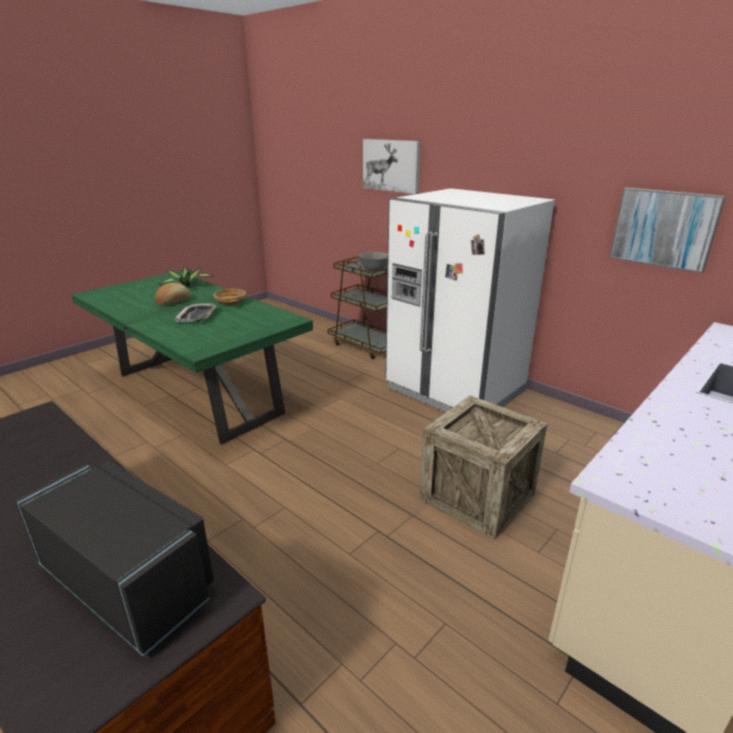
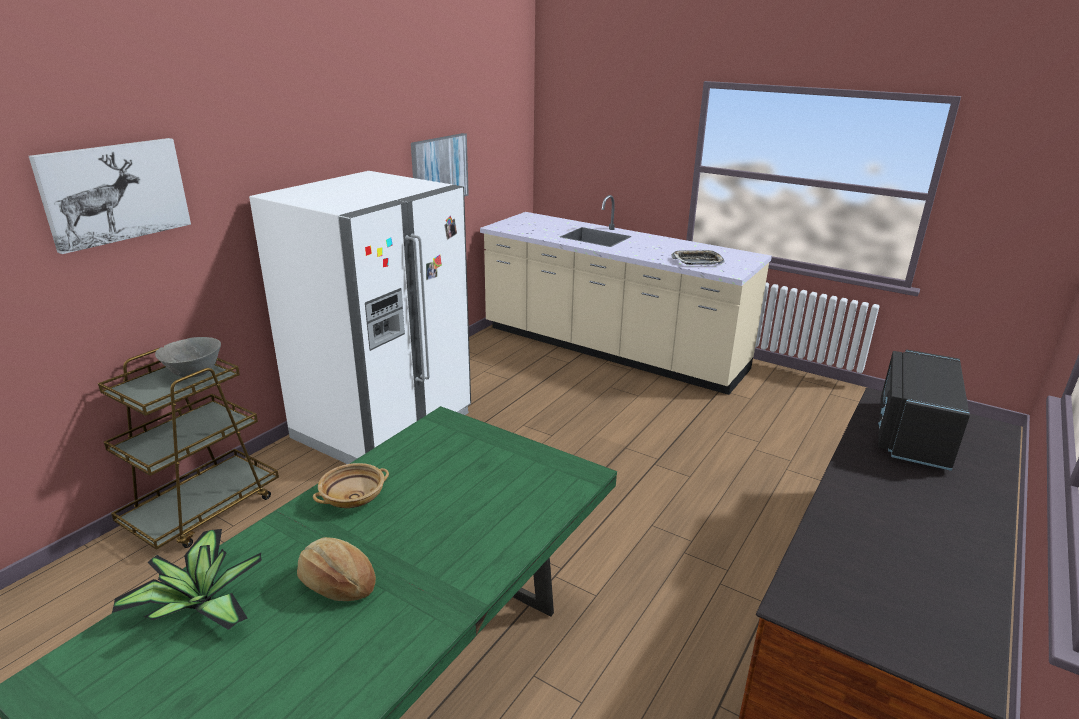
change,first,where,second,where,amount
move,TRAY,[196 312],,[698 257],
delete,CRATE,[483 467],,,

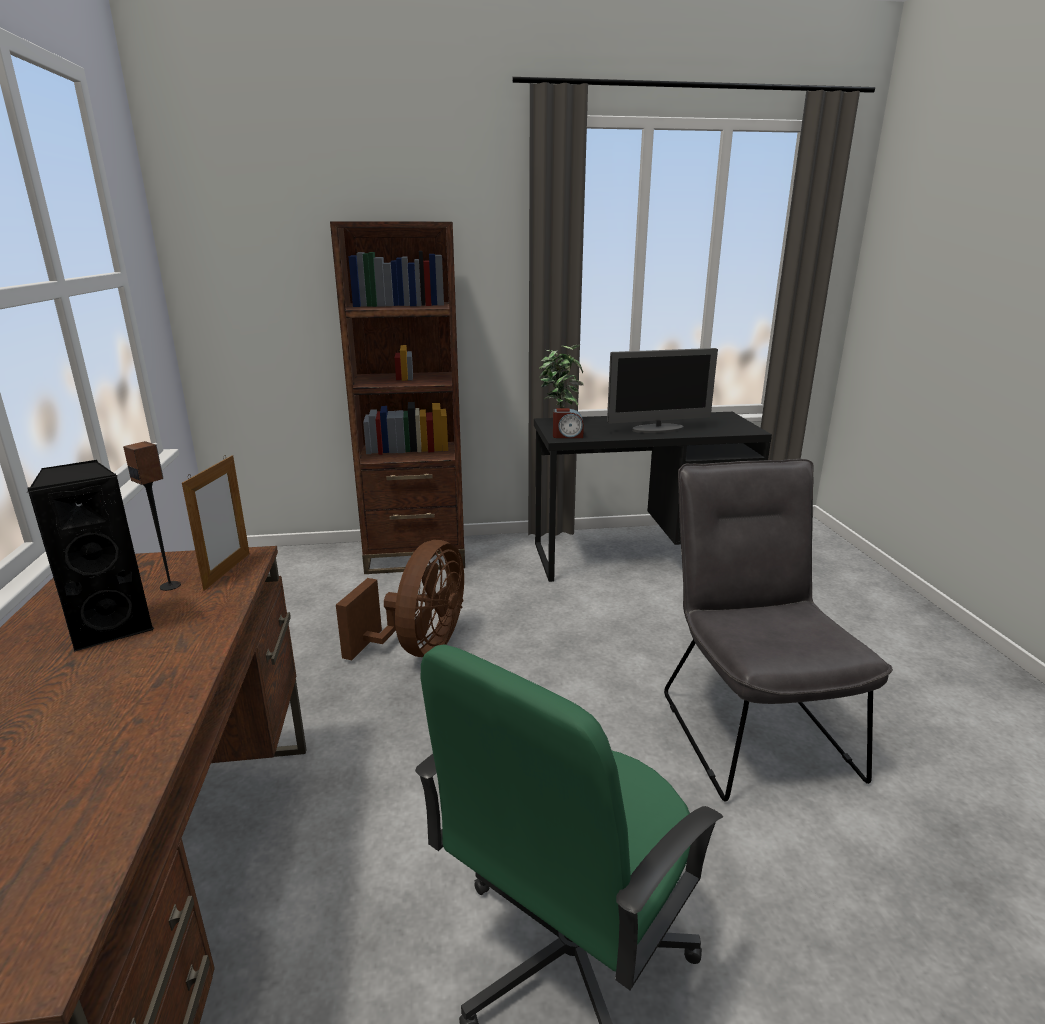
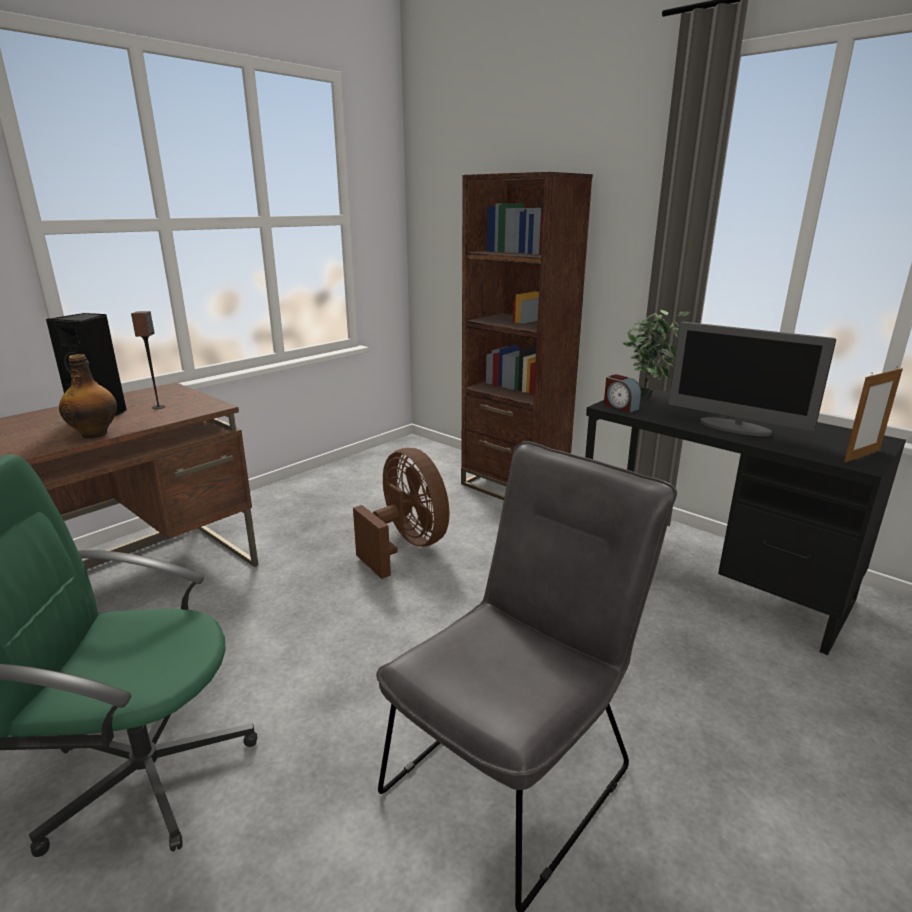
change,first,where,second,where,amount
insert,,,BOTTLE,[88 396],
rotate,BROWN FAN,[400 600],,[401 513],105 degrees counterclockwise
move,PICTURE FRAME,[216 523],,[873 414],

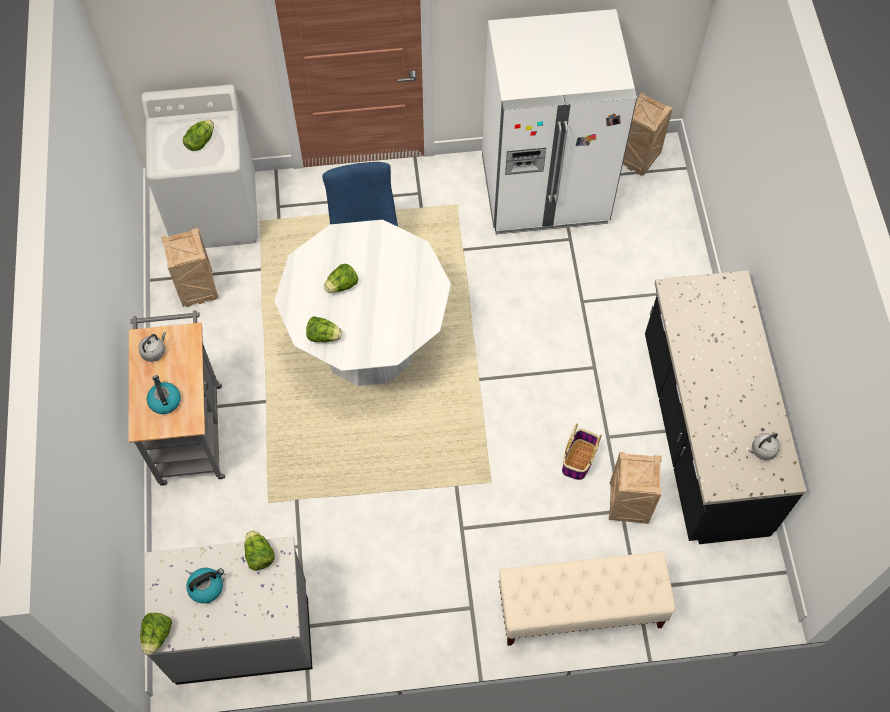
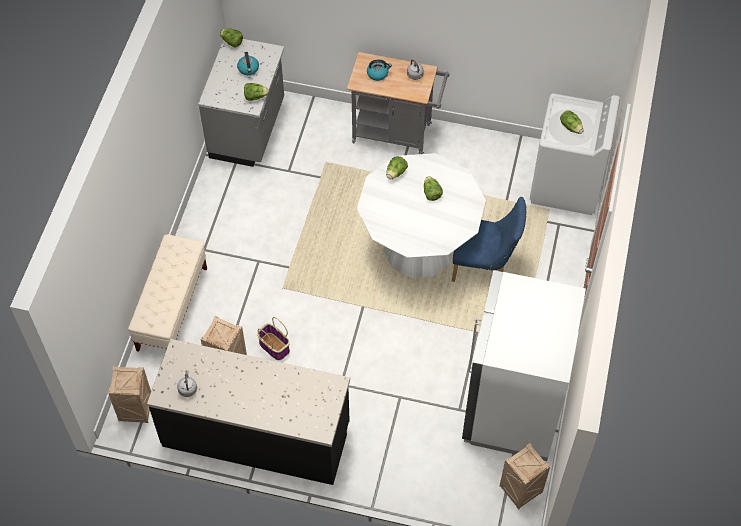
change,first,where,second,where,amount
move,CRATE,[190 267],,[129 394],

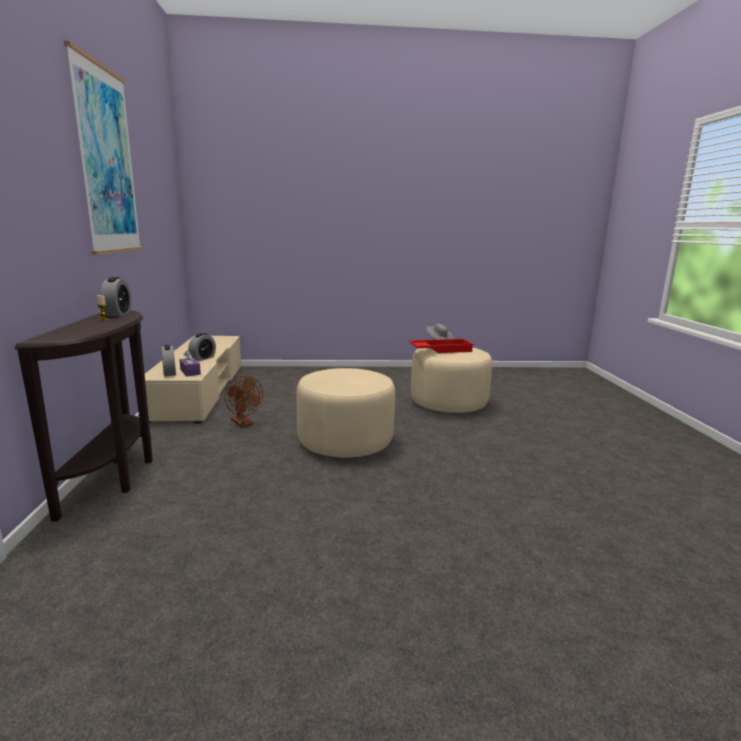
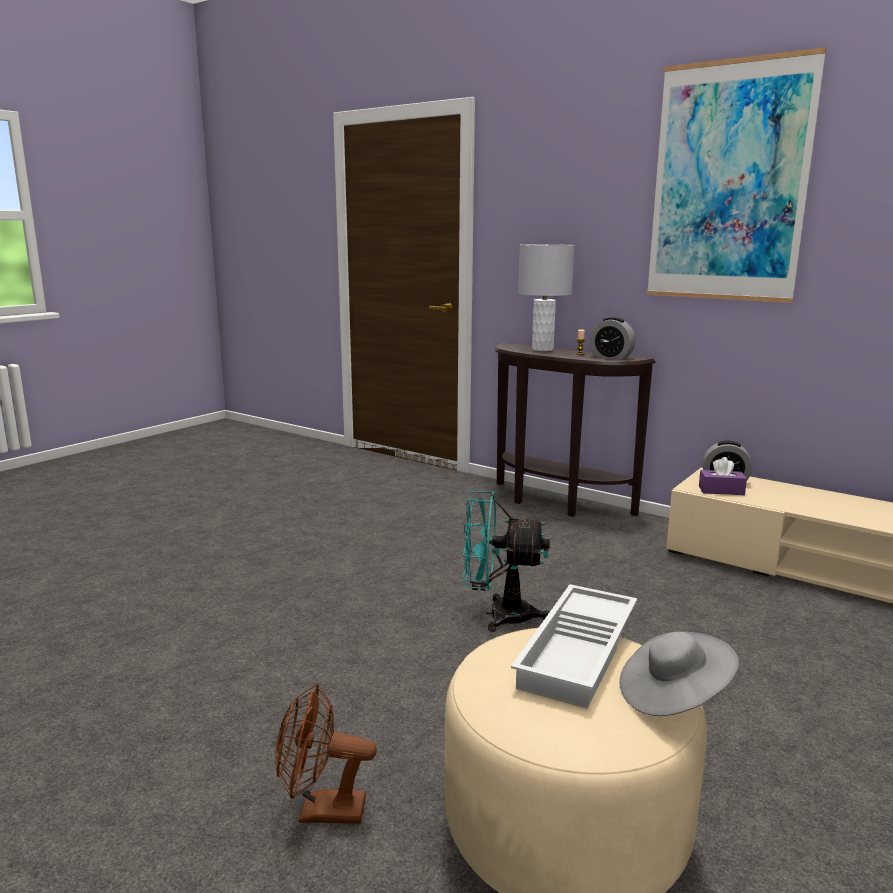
change,first,where,second,where,amount
move,BROWN FAN,[244 401],,[326 753],
replace,BEIGE OTTOMAN,[346 412],TURQUOISE FAN,[506 561],
recolor,RED TRAY,[441 346],WHITE TRAY,[574 646],
insert,,,GREY TABLE LAMP,[546 297],
delete,ALARM CLOCK,[202 347],,,

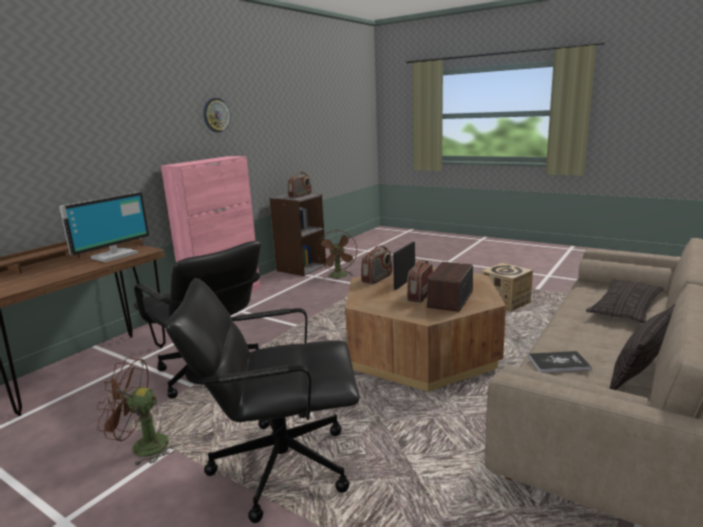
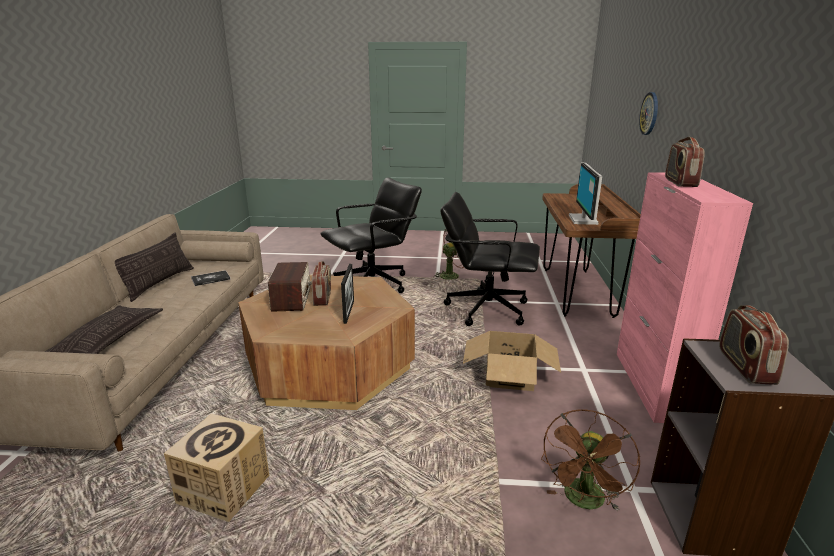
change,first,where,second,where,amount
insert,,,CARDBOARD BOX,[512 361],
rotate,BROWN FAN,[337 254],,[590 460],120 degrees counterclockwise
move,WALL CLOCK,[217 115],,[648 113],
move,RADIO,[376 265],,[685 162],

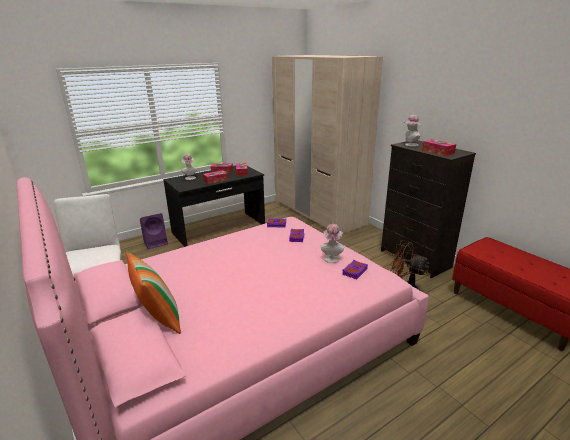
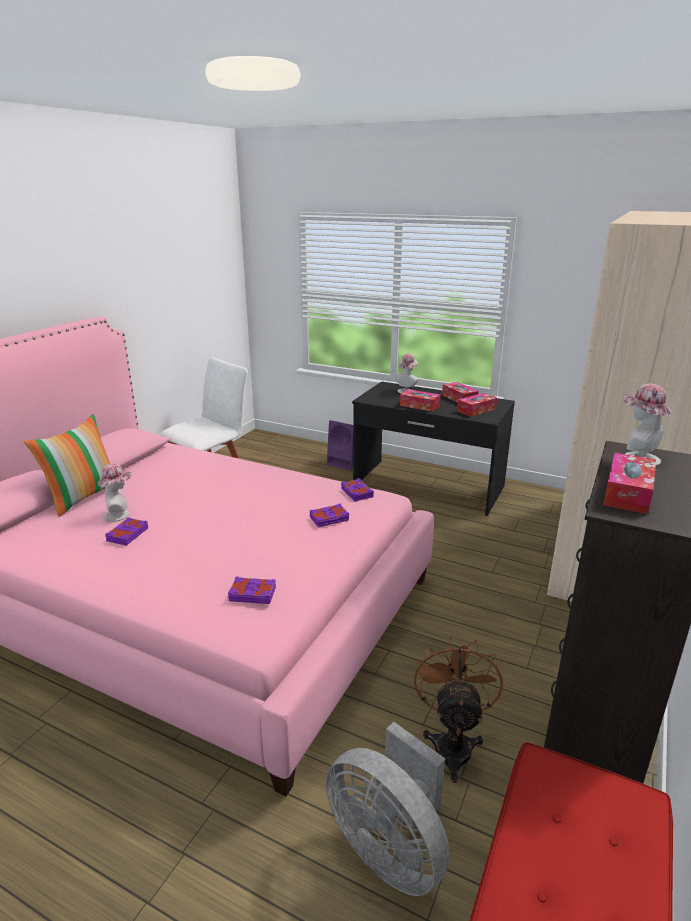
change,first,where,second,where,amount
move,HAT,[332 243],,[115 492],
insert,,,PURPLE BOOK,[126 531],
insert,,,GREY FAN,[388 809],

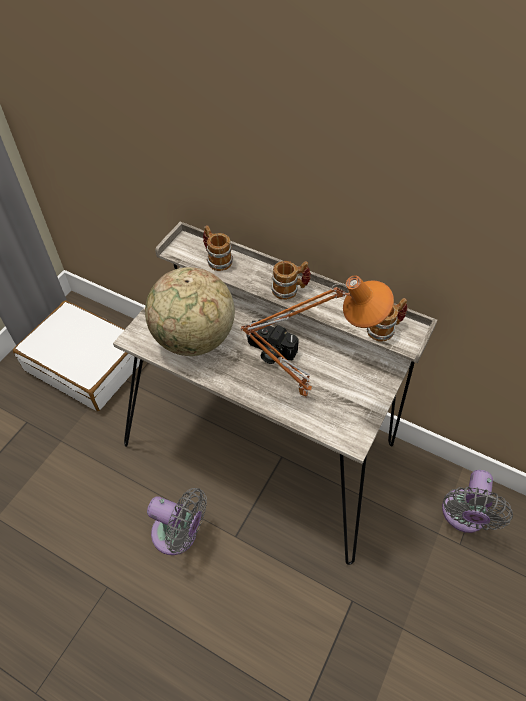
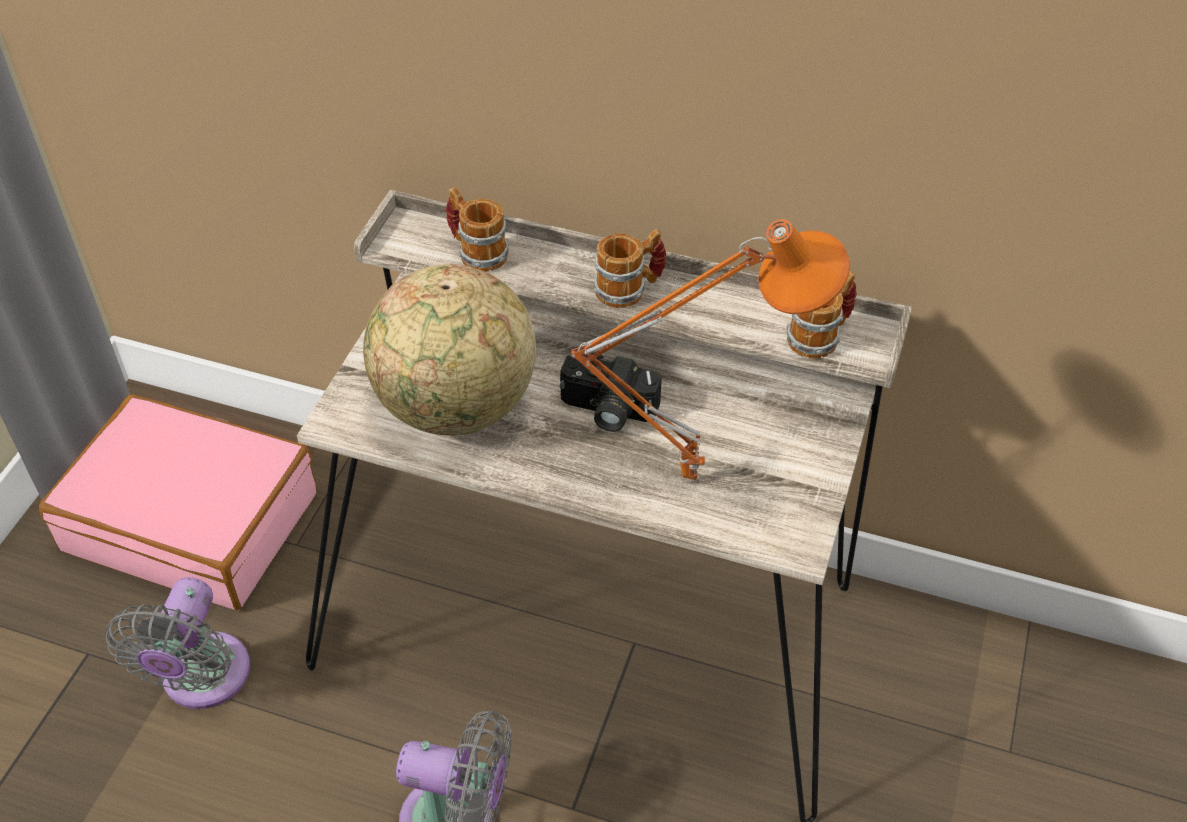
change,first,where,second,where,amount
recolor,WHITE SUITCASE,[76 356],PINK SUITCASE,[178 502],
move,GREY FAN,[477 501],,[178 643],

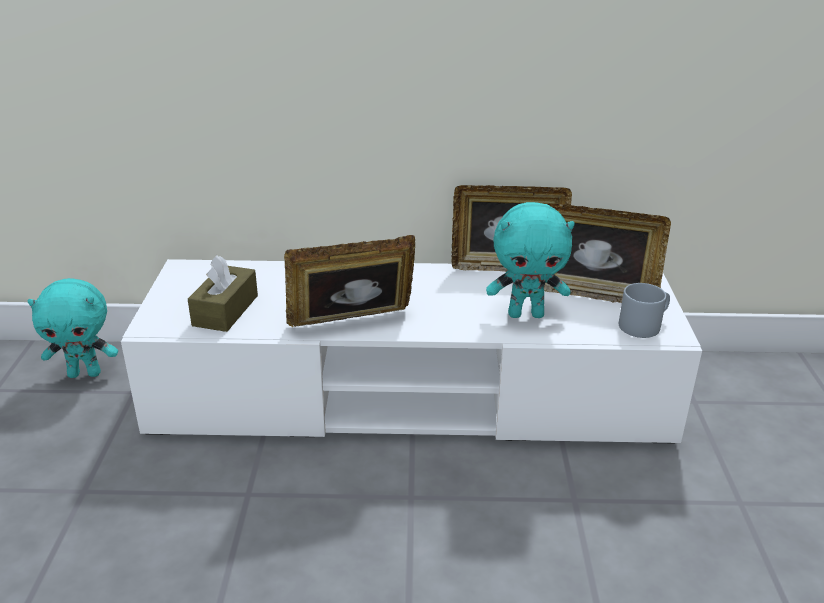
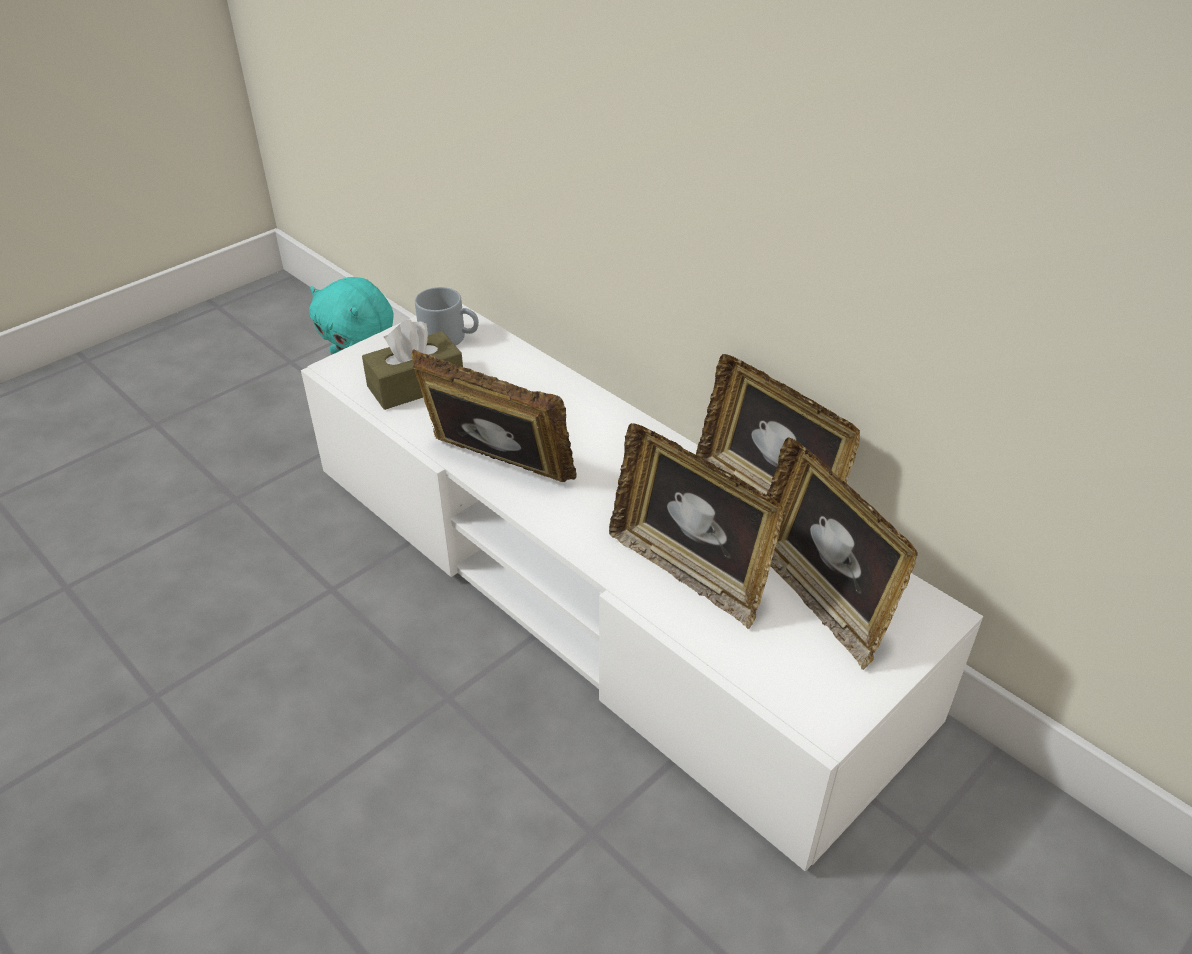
change,first,where,second,where,amount
move,GREY MUG,[644 310],,[447 316],
replace,TURQUOISE PLUSH TOY,[530 260],PICTURE FRAME,[696 526],

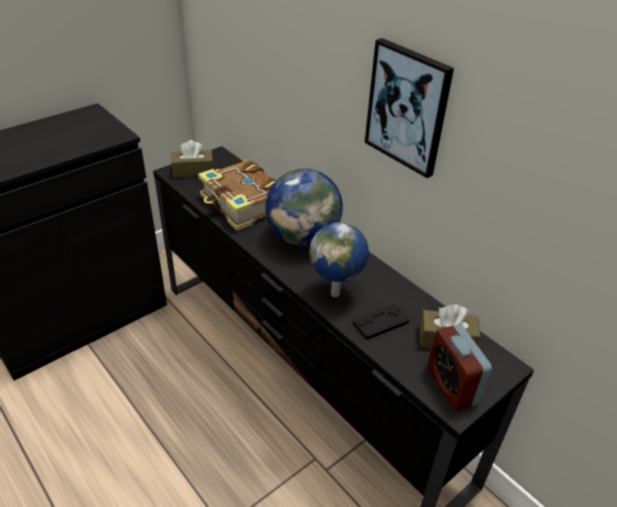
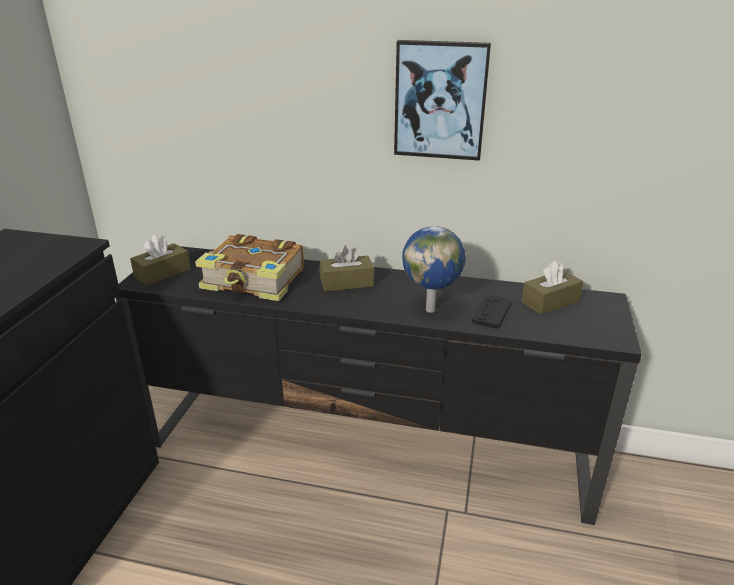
change,first,where,second,where,amount
replace,GLOBE,[304 207],BROWN TISSUE BOX,[347 268],
delete,ALARM CLOCK,[460 367],,,

